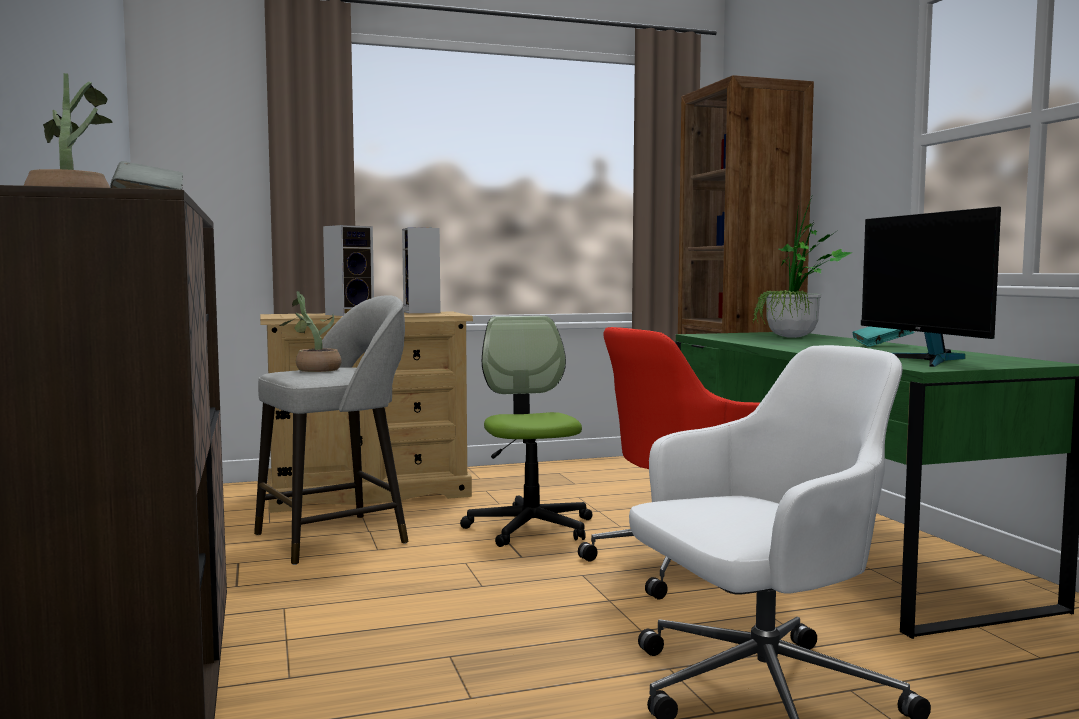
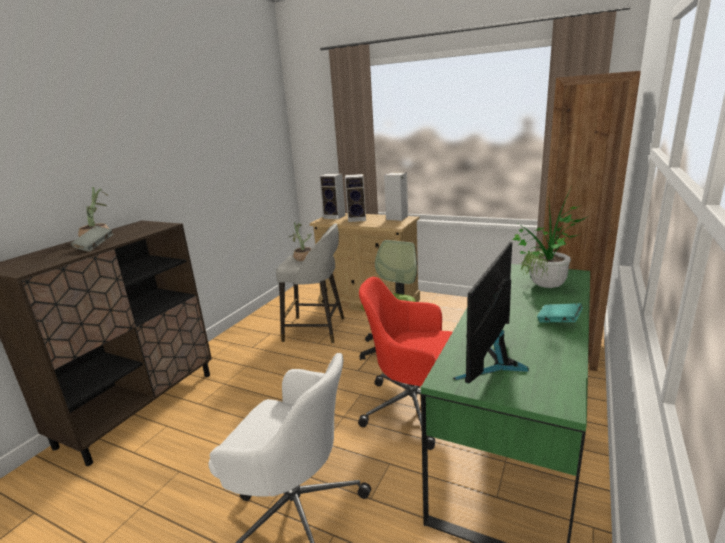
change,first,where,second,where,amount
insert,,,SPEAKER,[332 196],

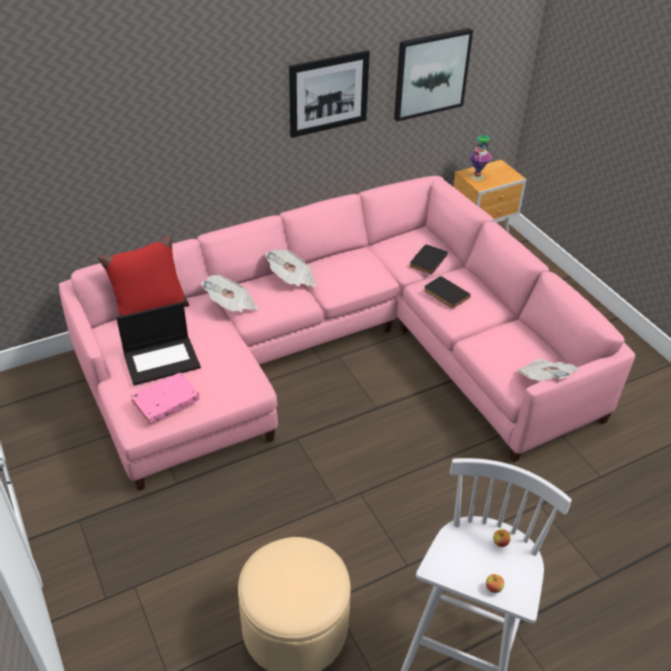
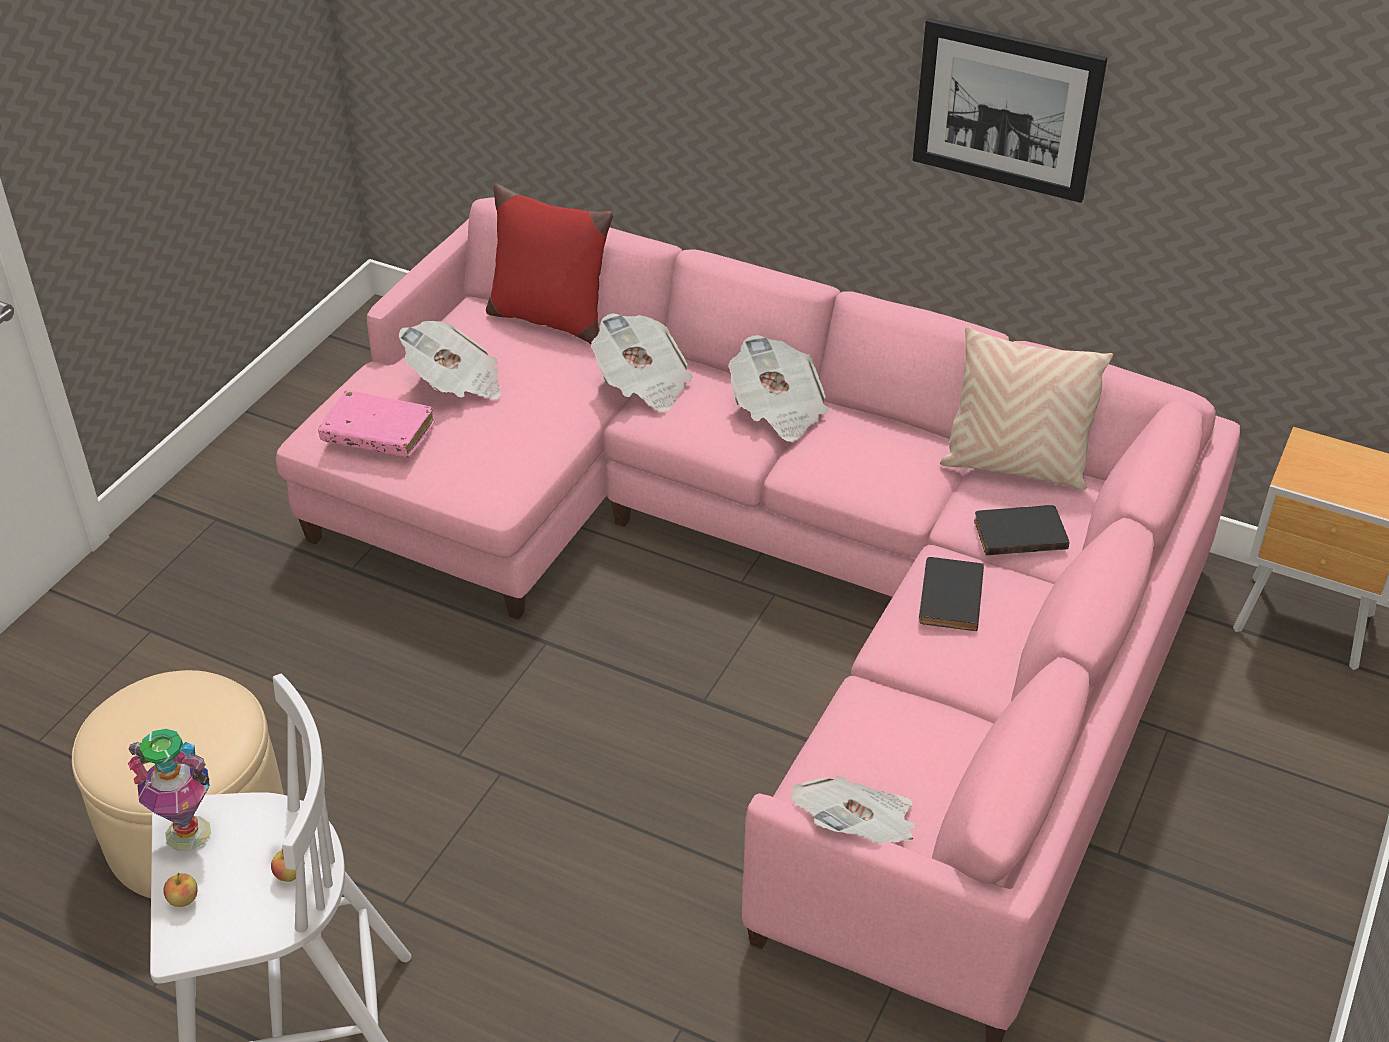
change,first,where,second,where,amount
move,VASE,[480 158],,[169 789],
replace,LAPTOP,[158 343],NEWSPAPER,[450 360],
insert,,,BEIGE PILLOW,[1026 408],
delete,PICTURE,[433 75],,,

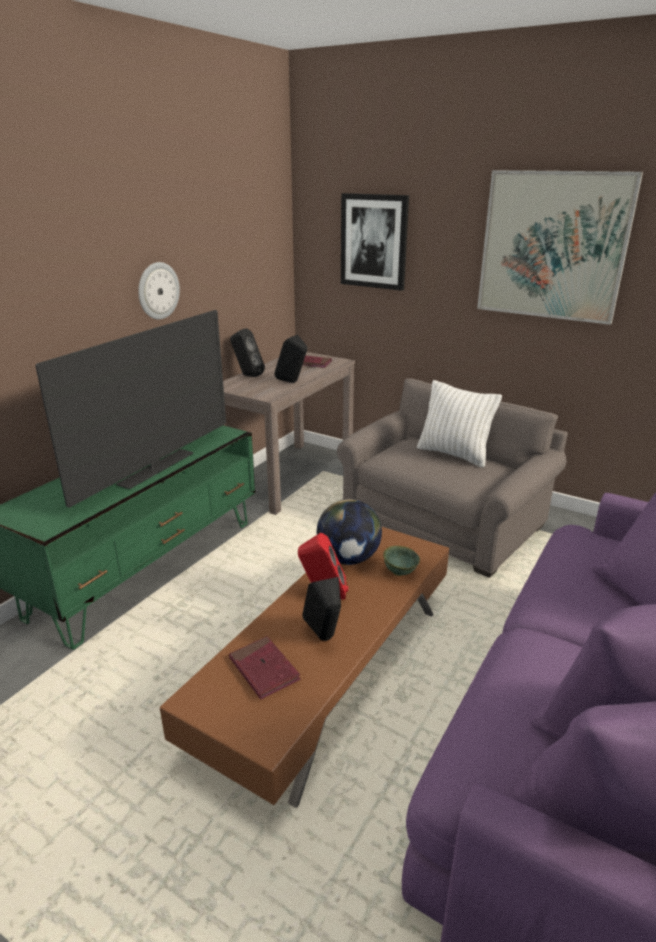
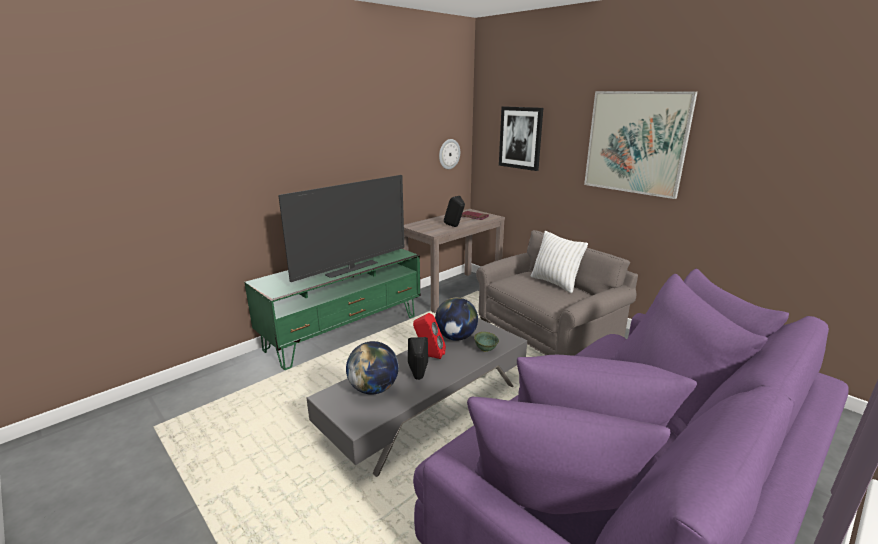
change,first,where,second,where,amount
recolor,BROWN COFFEE TABLE,[304 667],GREY COFFEE TABLE,[417 397],
replace,RED BOOK,[265 668],GLOBE,[372 368],
move,WALL CLOCK,[159 291],,[449 154],
delete,BLACK SPEAKER,[247 352],,,

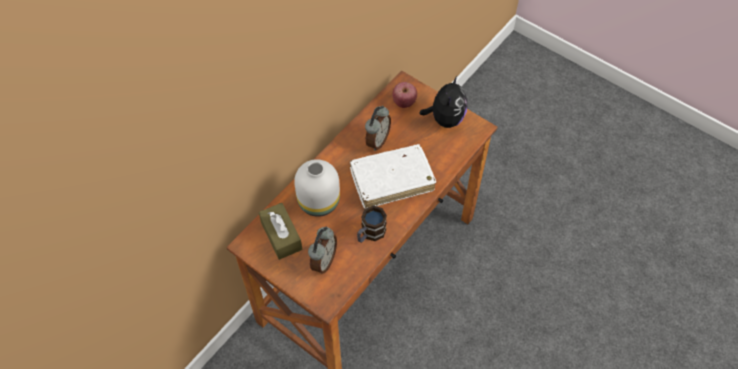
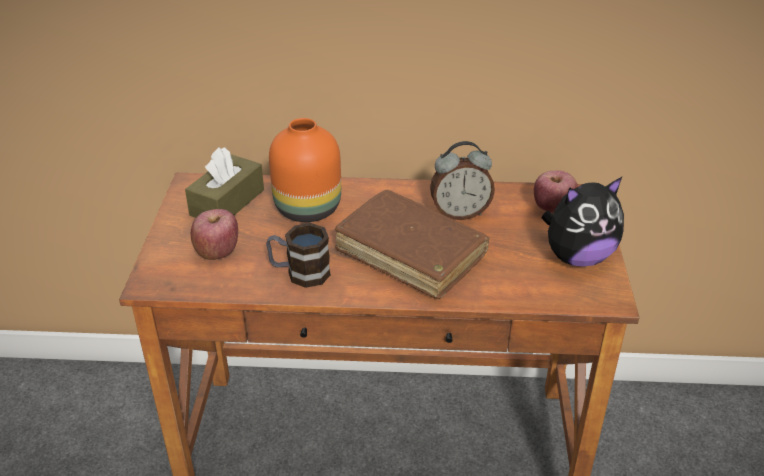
change,first,where,second,where,amount
replace,ALARM CLOCK,[322 250],APPLE,[214 234],
recolor,WHITE VASE,[317 188],ORANGE VASE,[305 170],
recolor,WHITE BOOK,[393 176],BROWN BOOK,[412 244],

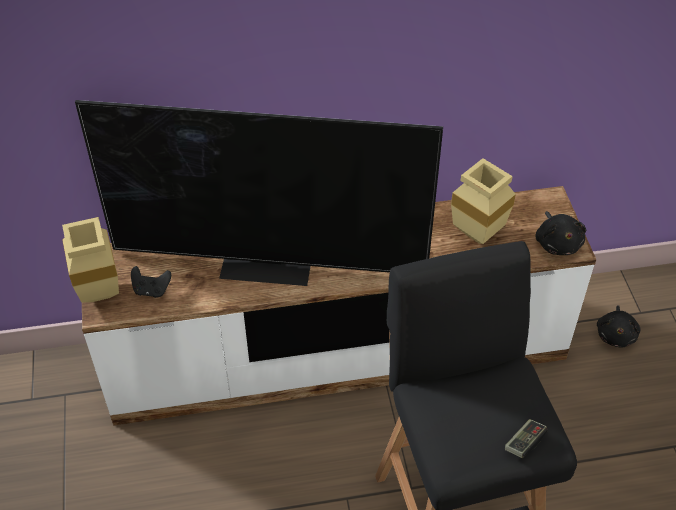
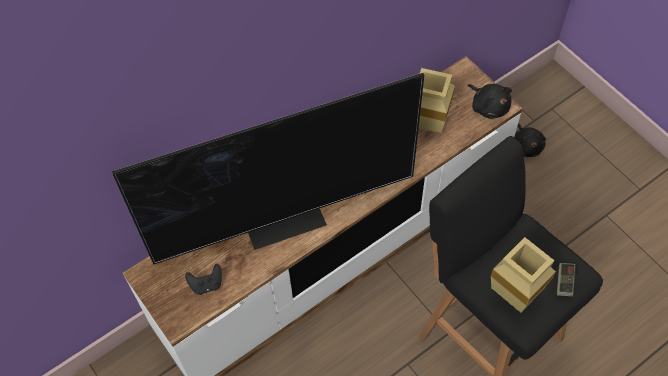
change,first,where,second,where,amount
move,BEIGE VASE,[90 260],,[523 275],

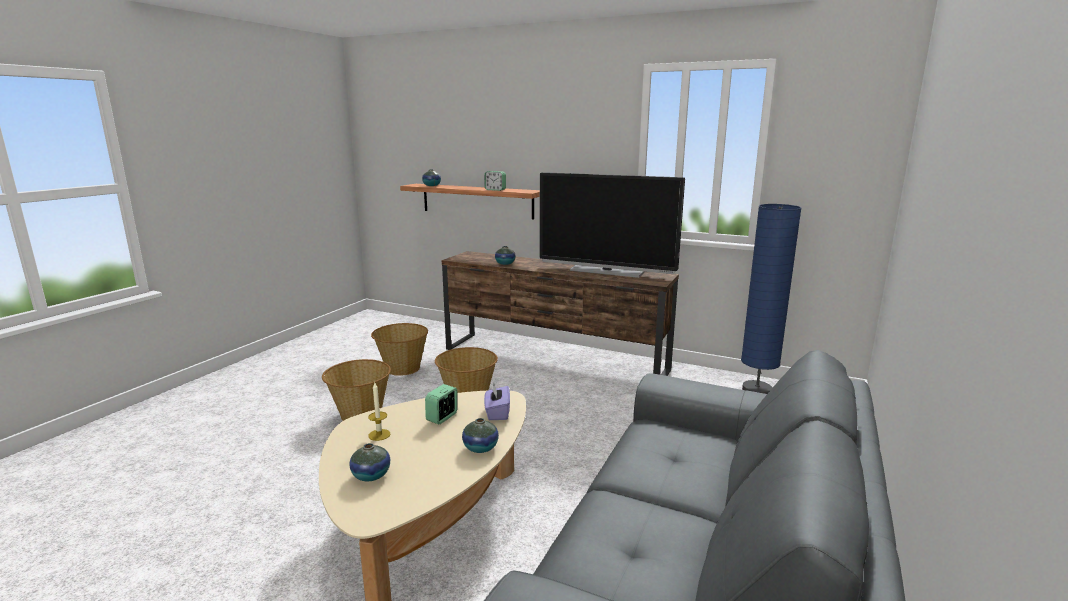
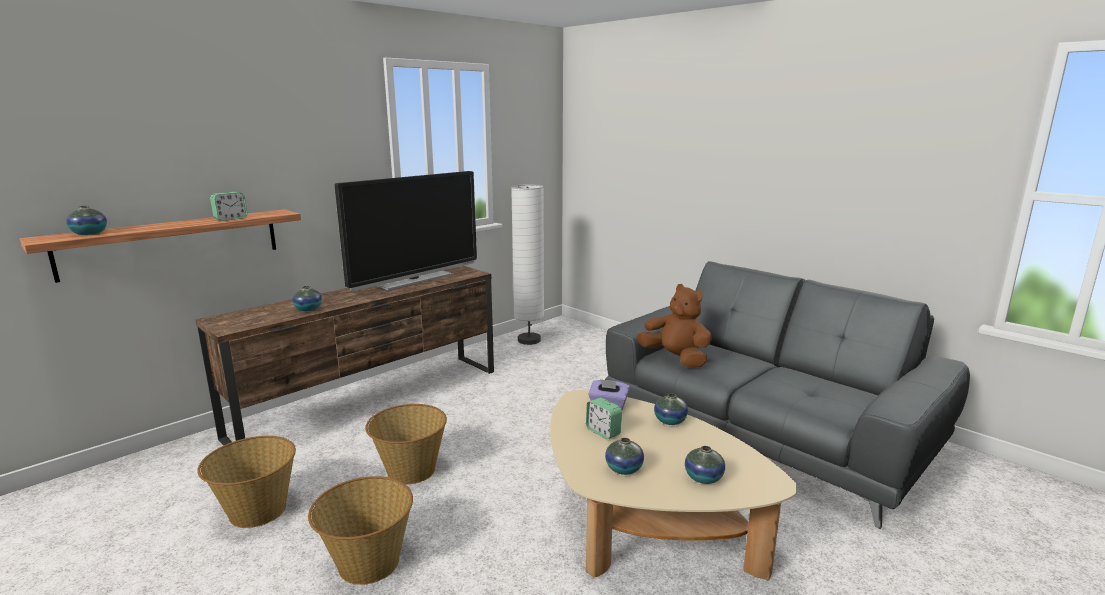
change,first,where,second,where,amount
recolor,BLUE FLOOR LAMP,[771 299],WHITE FLOOR LAMP,[527 265],
replace,CANDLE,[379 412],VASE,[624 456],
insert,,,BROWN PLUSH TOY,[674 326],

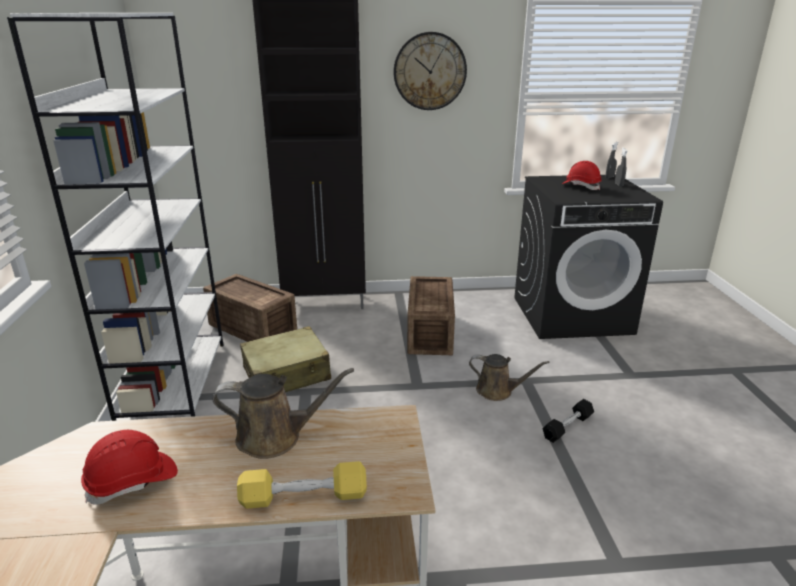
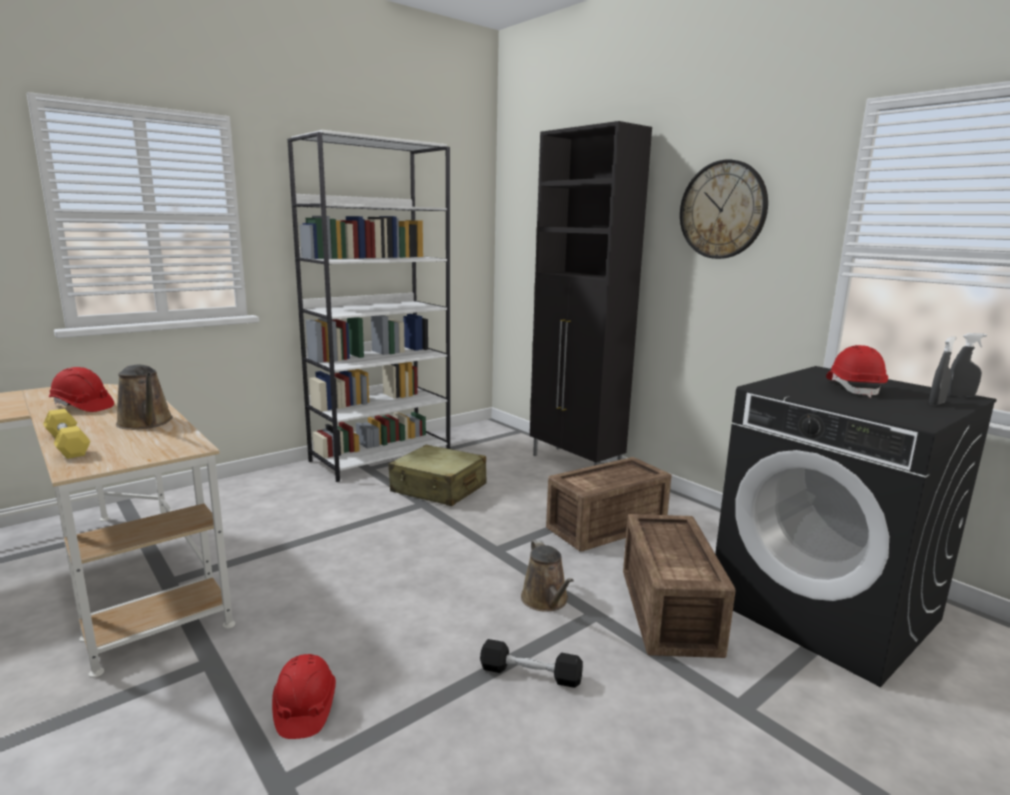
change,first,where,second,where,amount
insert,,,RED HARD HAT,[304 696],
move,CRATE,[250 308],,[679 586],

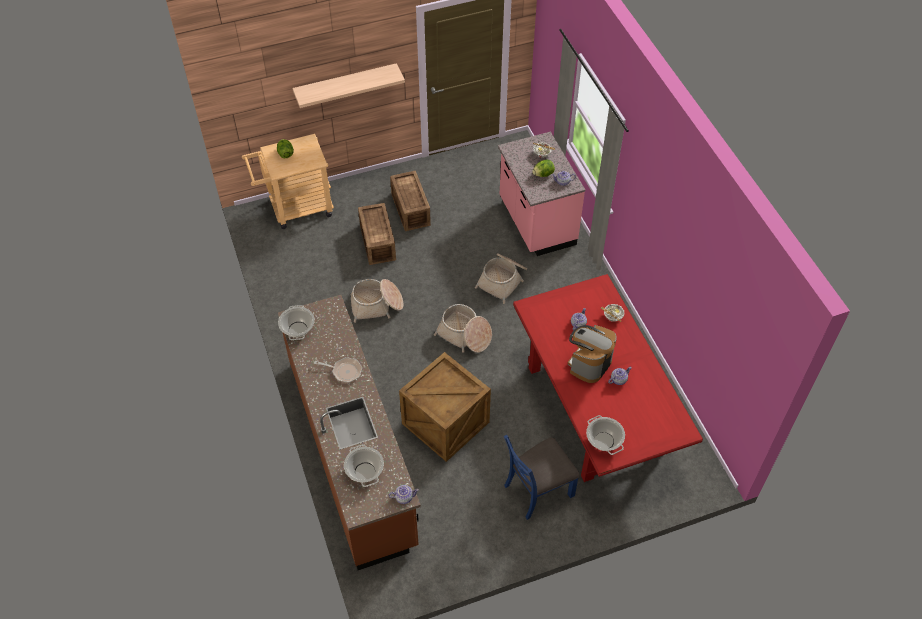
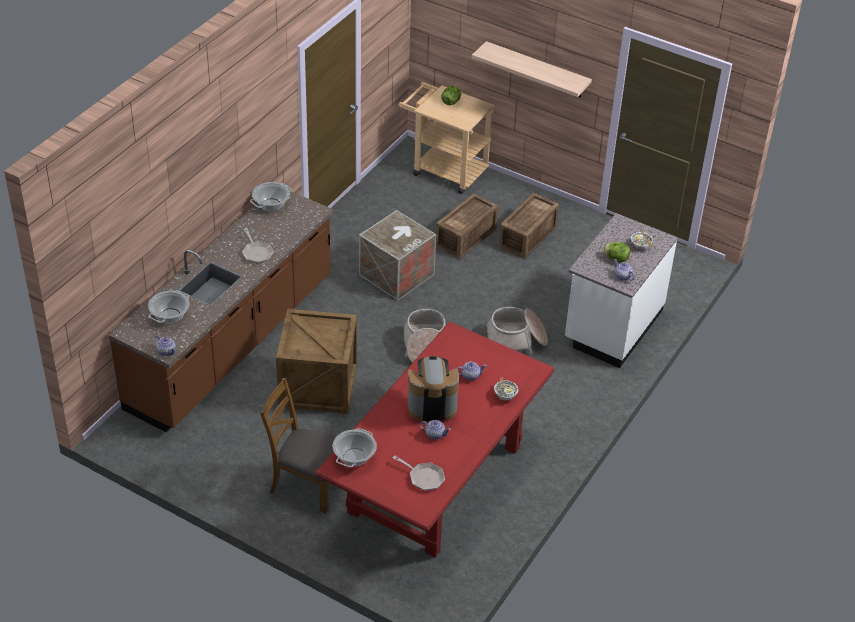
change,first,where,second,where,amount
recolor,BLUE CHAIR,[542 477],BROWN CHAIR,[298 446],
replace,BASKET,[376 301],CRATE,[397 255],
insert,,,FRYING PAN,[419 473],
recolor,PINK COUNTER,[541 194],WHITE COUNTER,[621 290],

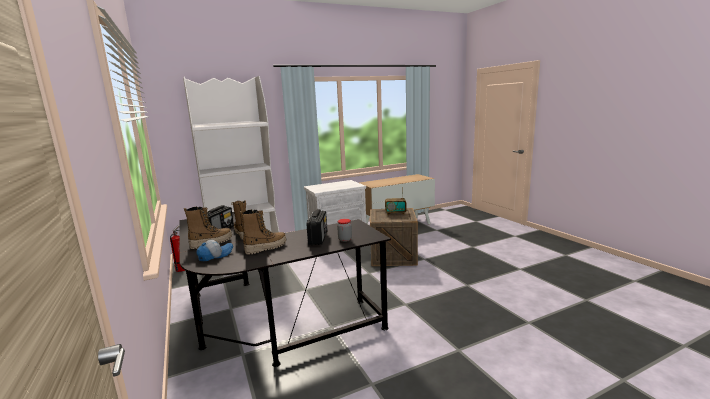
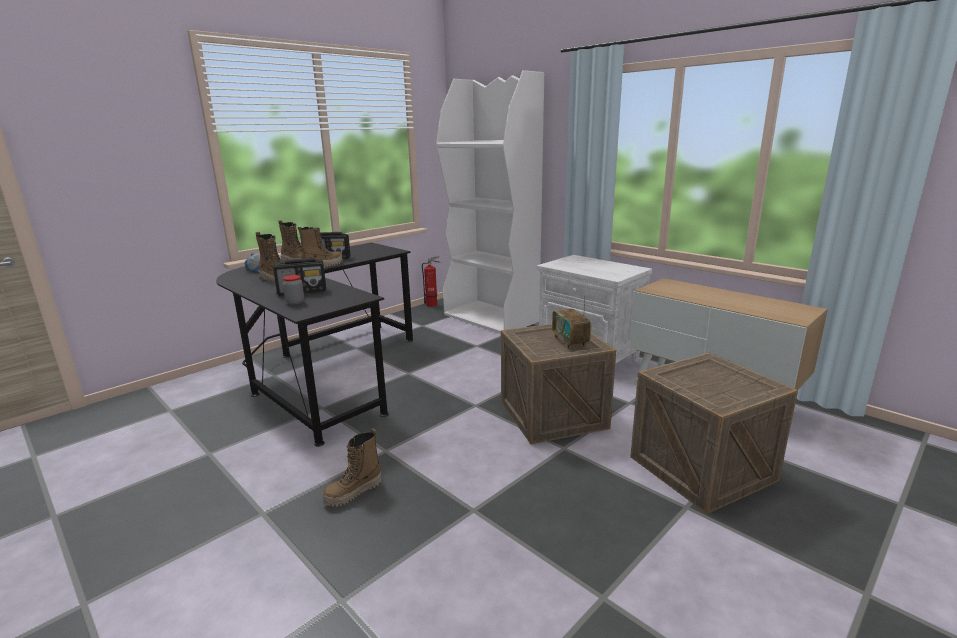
change,first,where,second,where,amount
insert,,,BOOT,[352 468],
insert,,,CRATE,[714 433],

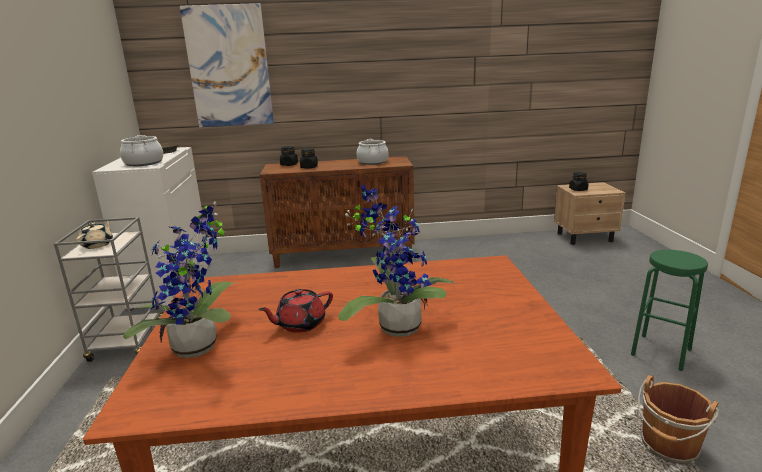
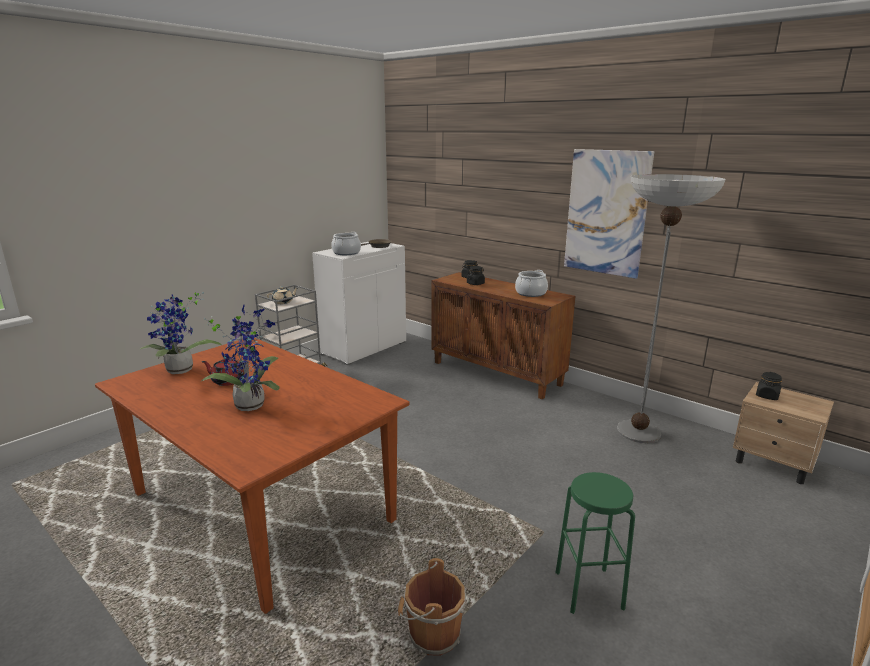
change,first,where,second,where,amount
move,PICTURE,[227 65],,[609 214],
insert,,,FLOOR LAMP,[671 308],

